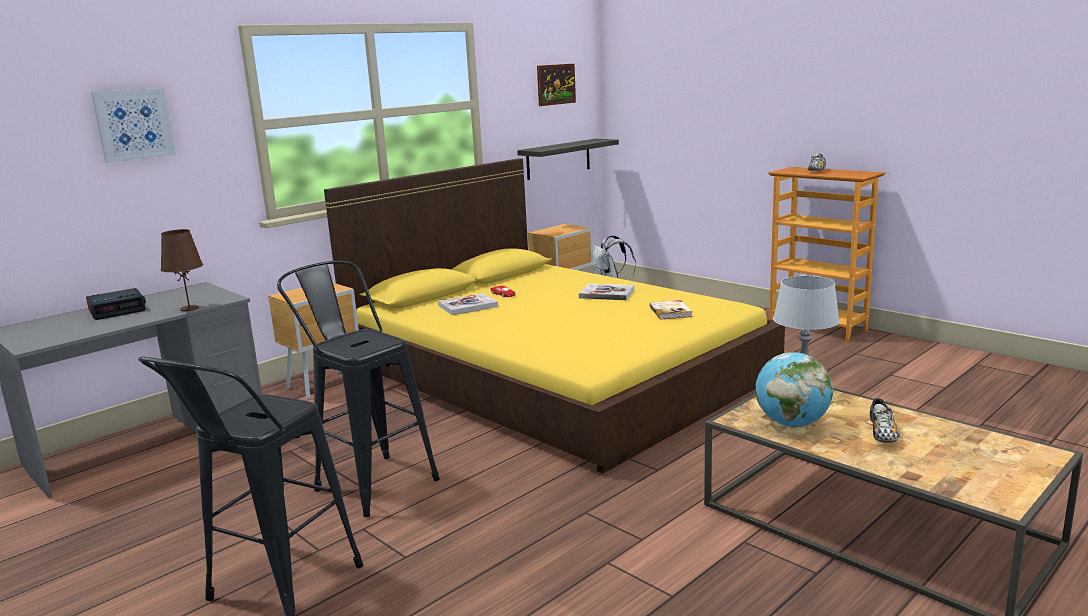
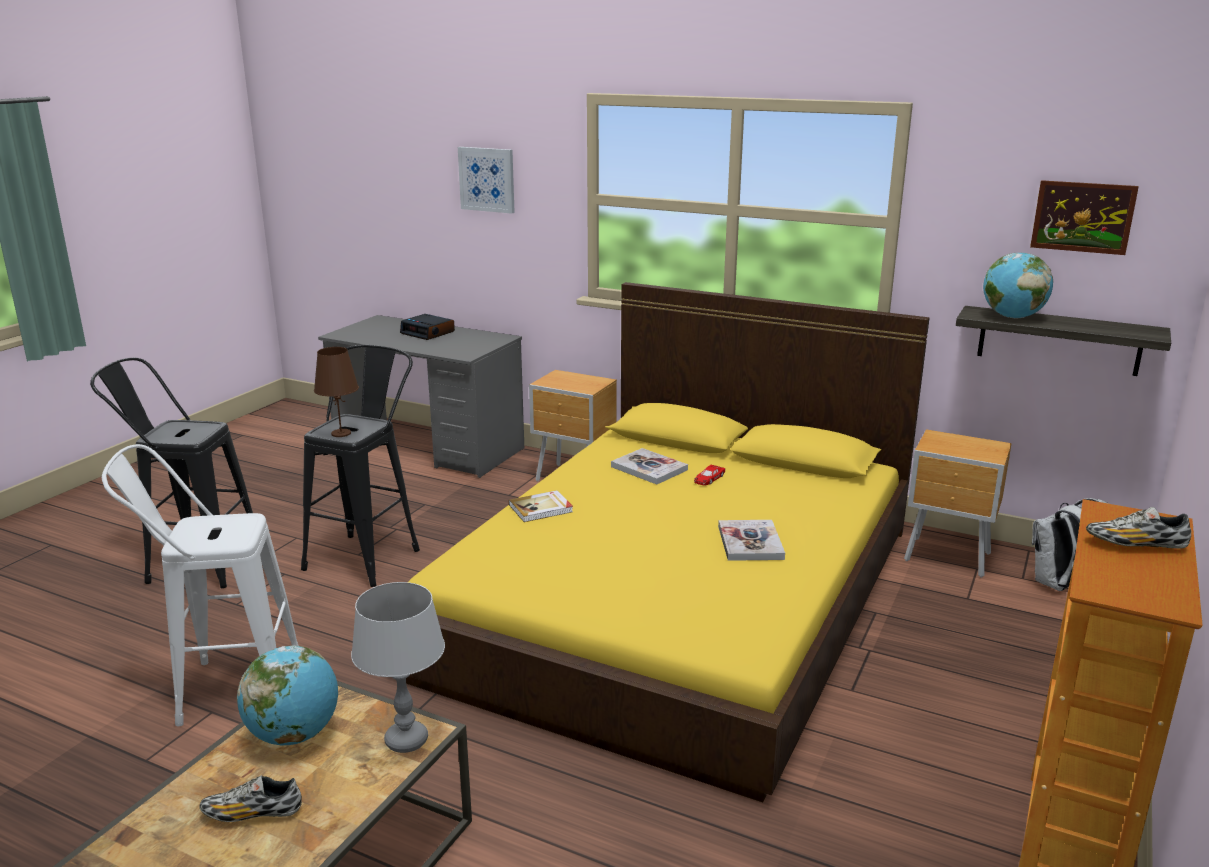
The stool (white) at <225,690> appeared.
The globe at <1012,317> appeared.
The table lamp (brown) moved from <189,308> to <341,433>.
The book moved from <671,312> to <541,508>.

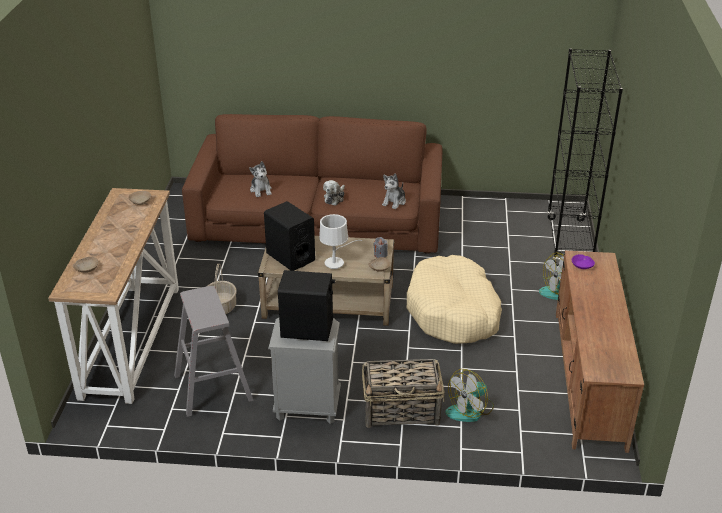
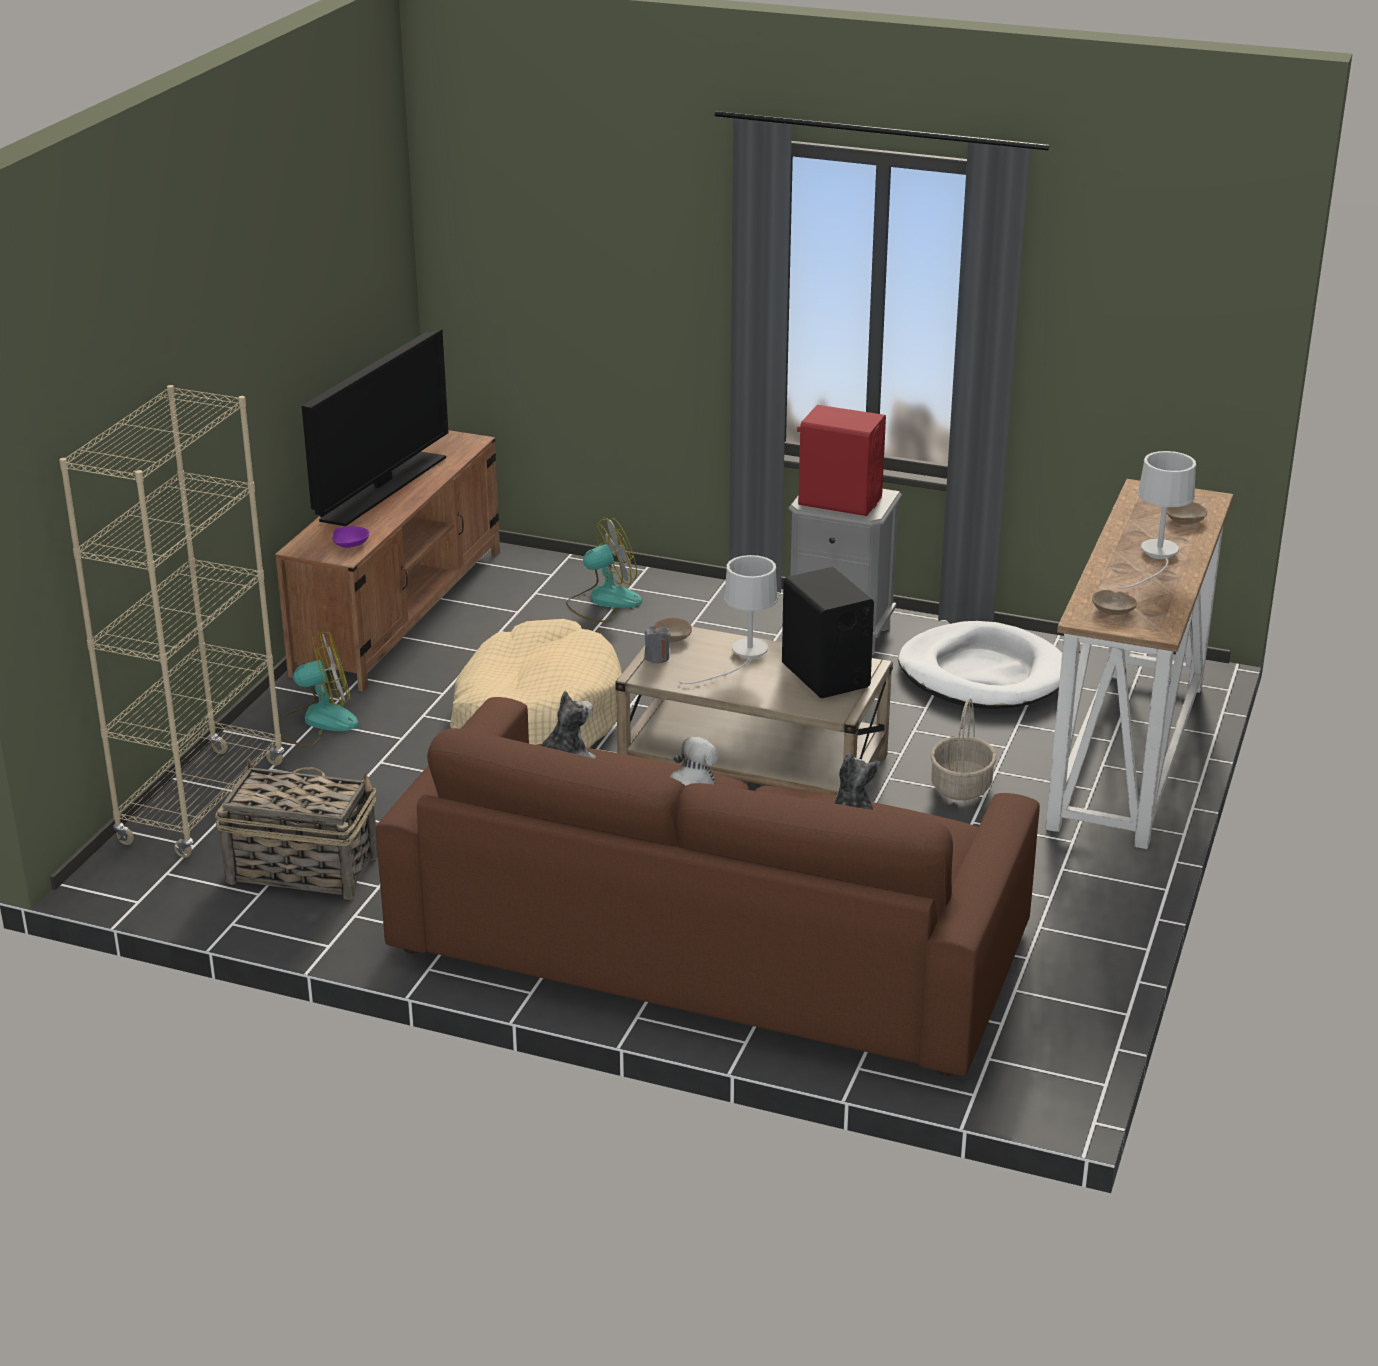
The television at <383,489> appeared.
The table lamp (white) at <1157,558> appeared.
The basket moved from <402,410> to <301,868>.
The stool (grey) at <213,388> was replaced by the dog bed (white) at <982,674>.
The speaker (black) at <307,329> became the speaker (red) at <839,501>.
The bookcase (black) at <569,242> became the bookcase (beige) at <202,803>.

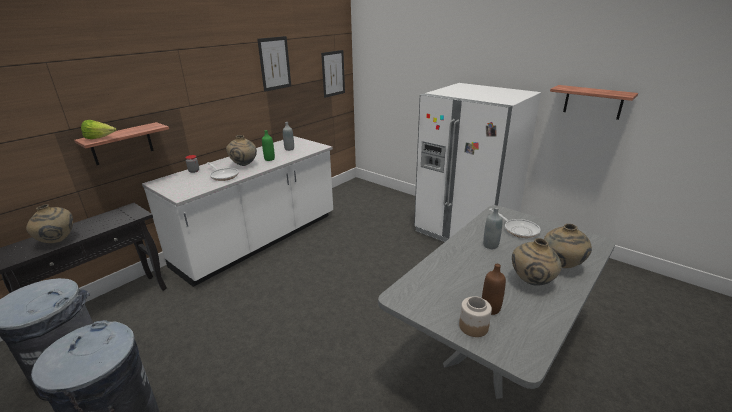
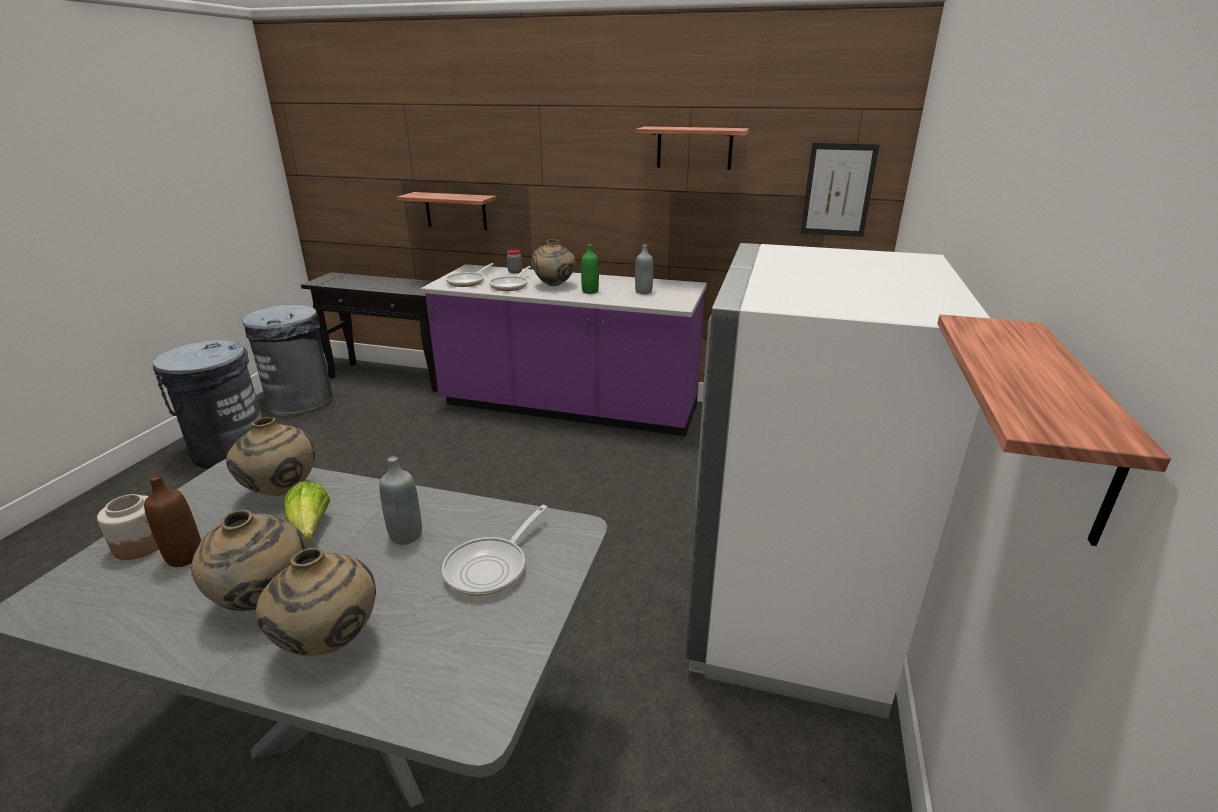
The frying pan at <468,282> appeared.
The vase (beige) moved from <58,242> to <282,493>.
The lettuce moved from <100,138> to <311,529>.
The picture at <274,63> was replaced by the shelf at <694,148>.
The counter (white) at <259,240> became the counter (purple) at <569,407>.

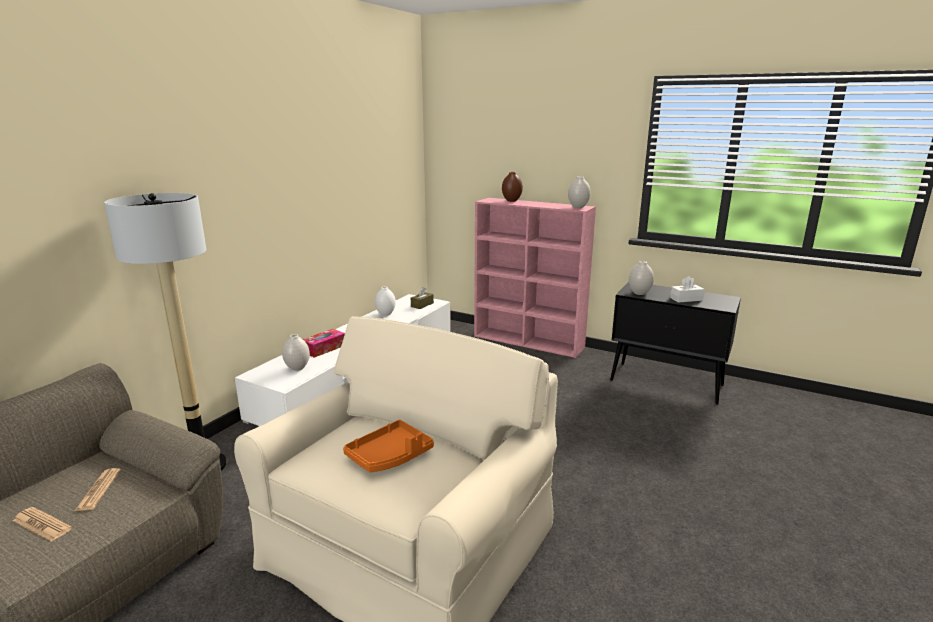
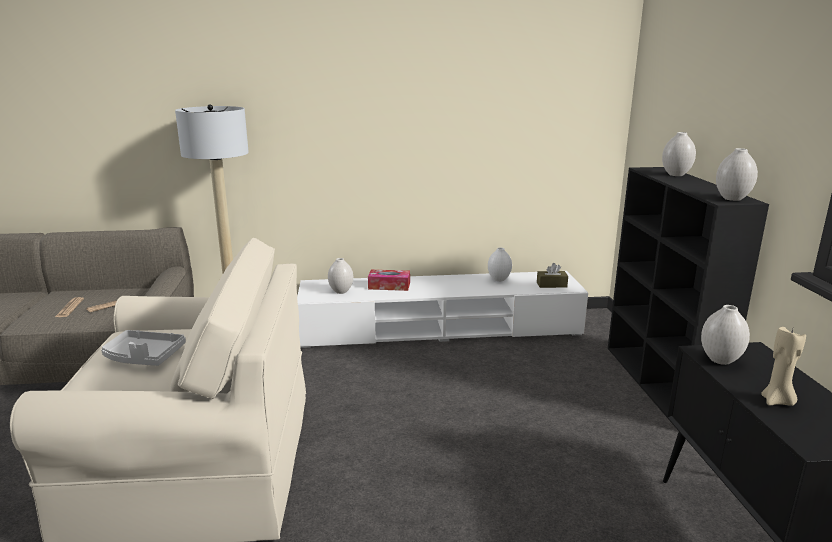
The tissue box (white) at <686,299> was replaced by the candle (beige) at <777,401>.
The tray (orange) at <390,456> became the tray (grey) at <143,357>.
The bookcase (pink) at <529,341> became the bookcase (black) at <660,385>.
The vase (brown) at <511,201> became the vase (white) at <675,175>.

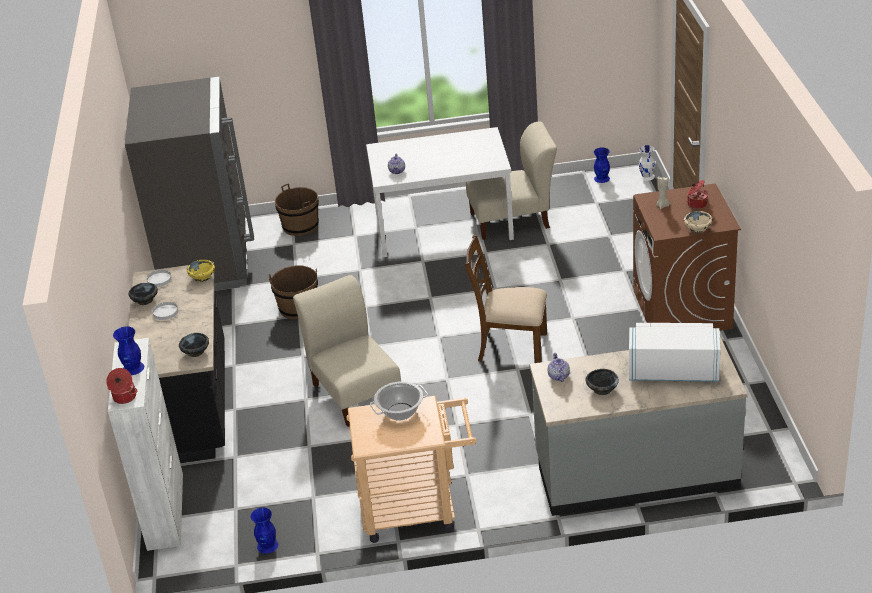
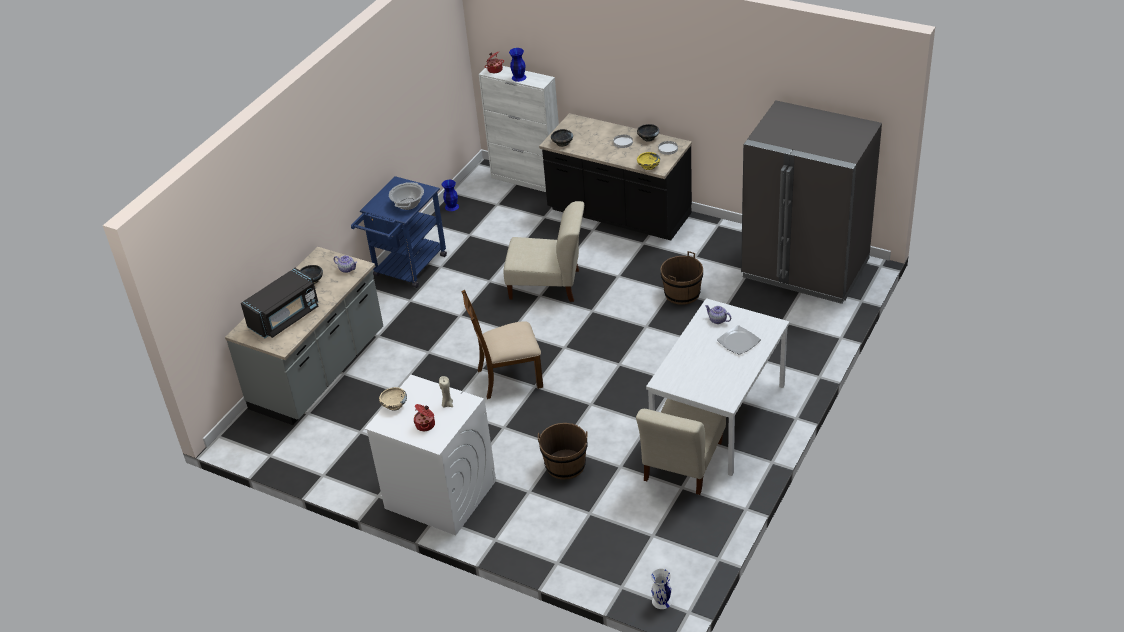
The vase (blue) at <602,178> disappeared.
The plate at <738,342> appeared.
The bucket (brown) moved from <300,226> to <565,465>.
The cart (beige) at <418,510> became the cart (blue) at <407,269>.
The microwave (white) at <673,371> became the microwave (black) at <285,317>.
The washing machine (brown) at <682,310> became the washing machine (white) at <440,494>.
The chair (brown) at <511,346> turned 150 degrees counterclockwise.

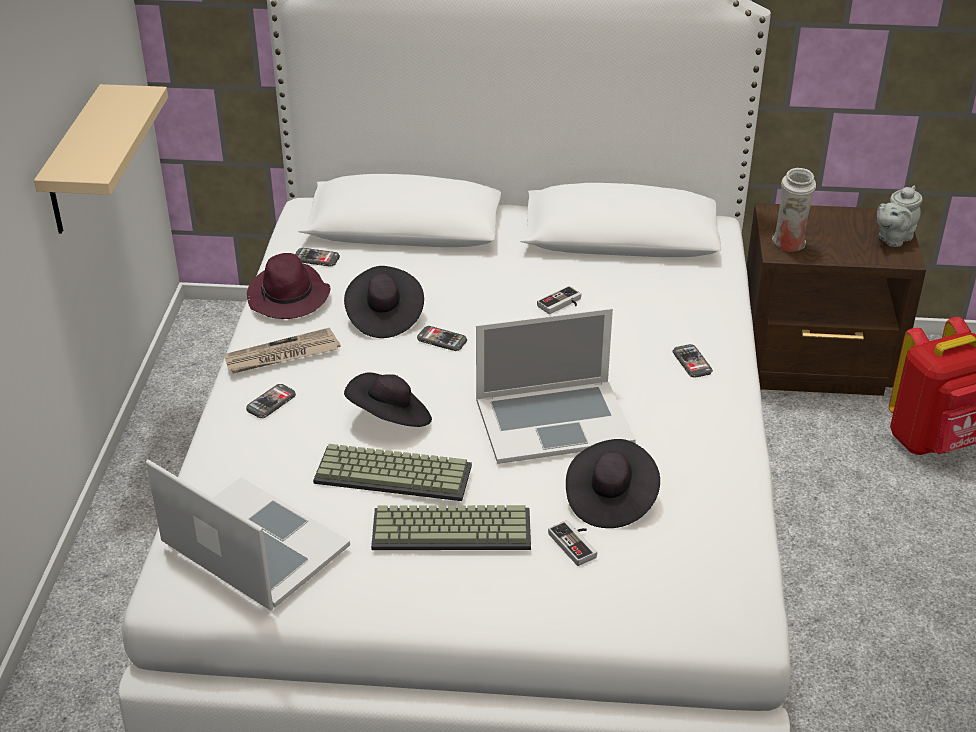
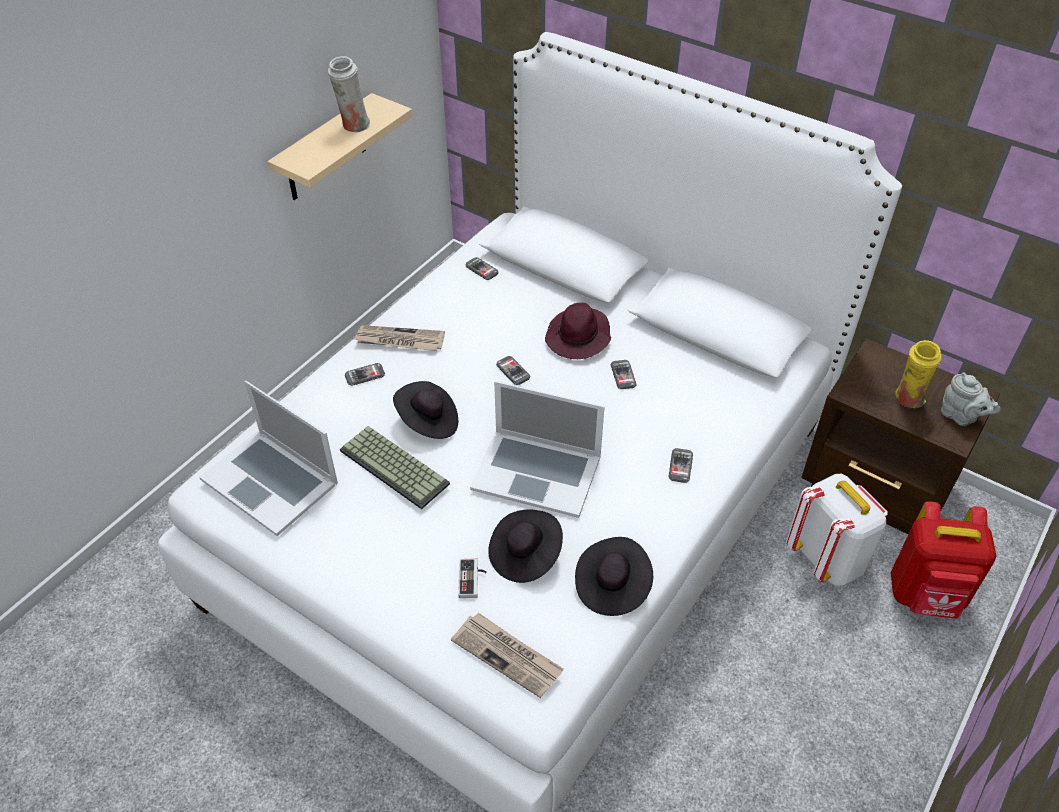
The keyboard at <453,528> disappeared.
The newspaper at <508,655> appeared.
The backpack (white) at <827,559> appeared.
The vase (yellow) at <908,400> appeared.
The hat (purple) moved from <289,298> to <578,338>.
The hat (black) moved from <384,317> to <612,586>.
The vase (white) moved from <789,245> to <354,126>.
The game controller at <562,304> was replaced by the phone at <623,375>.
The laptop at <253,544> turned 150 degrees clockwise.
The teapot (grey) at <893,239> turned 120 degrees counterclockwise.

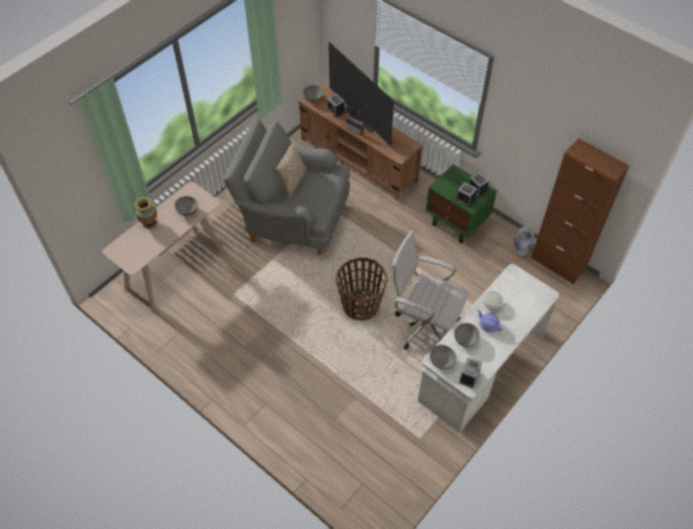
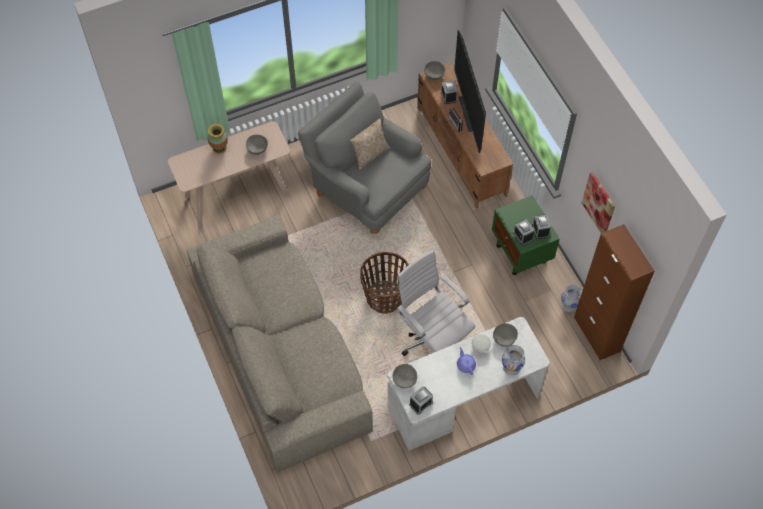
The sofa (beige) at <282,351> appeared.
The vase (white) at <511,367> appeared.
The picture at <599,203> appeared.
The bowl (grey) moved from <465,339> to <504,338>.

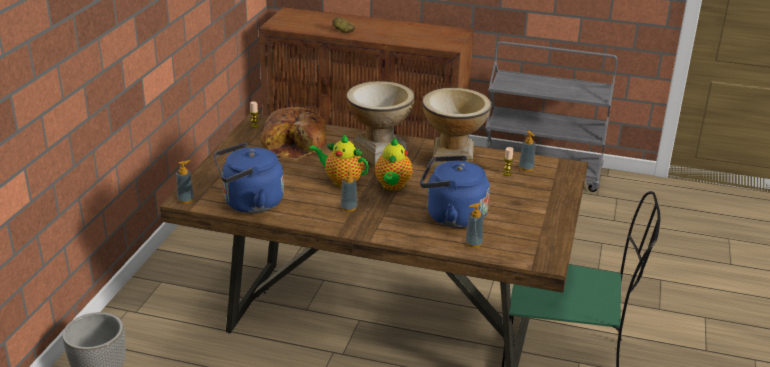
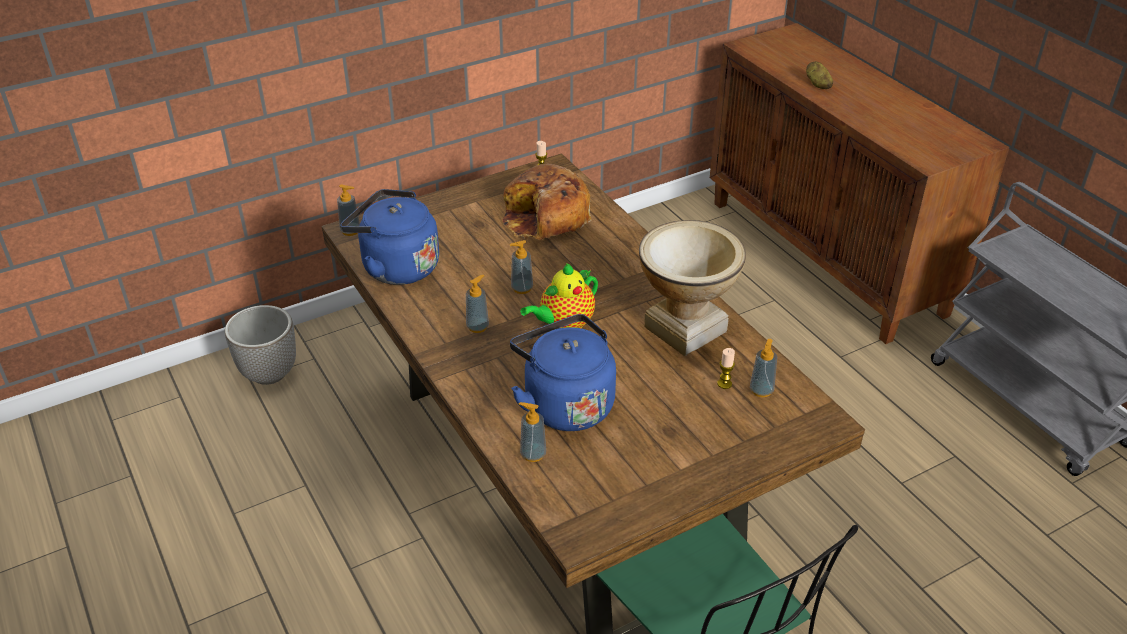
The vase at <379,153> disappeared.
The teapot at <341,181> was replaced by the soap dispenser at <522,288>.

